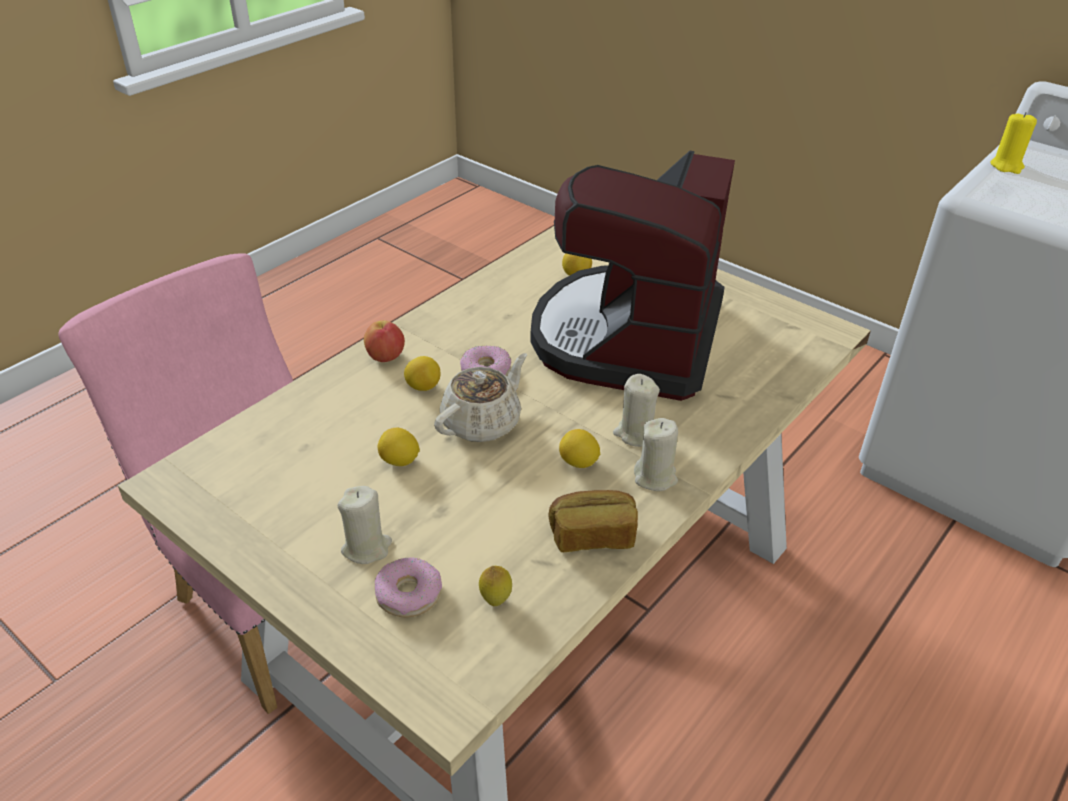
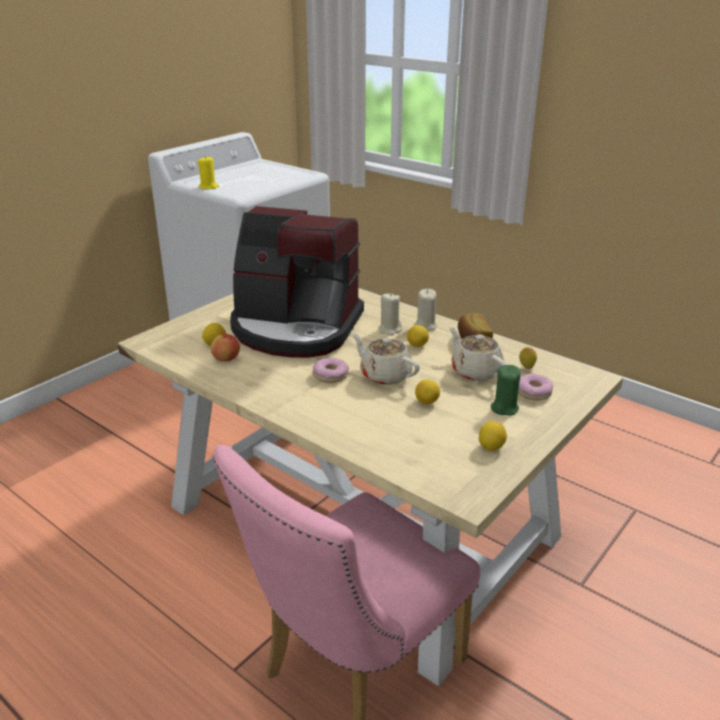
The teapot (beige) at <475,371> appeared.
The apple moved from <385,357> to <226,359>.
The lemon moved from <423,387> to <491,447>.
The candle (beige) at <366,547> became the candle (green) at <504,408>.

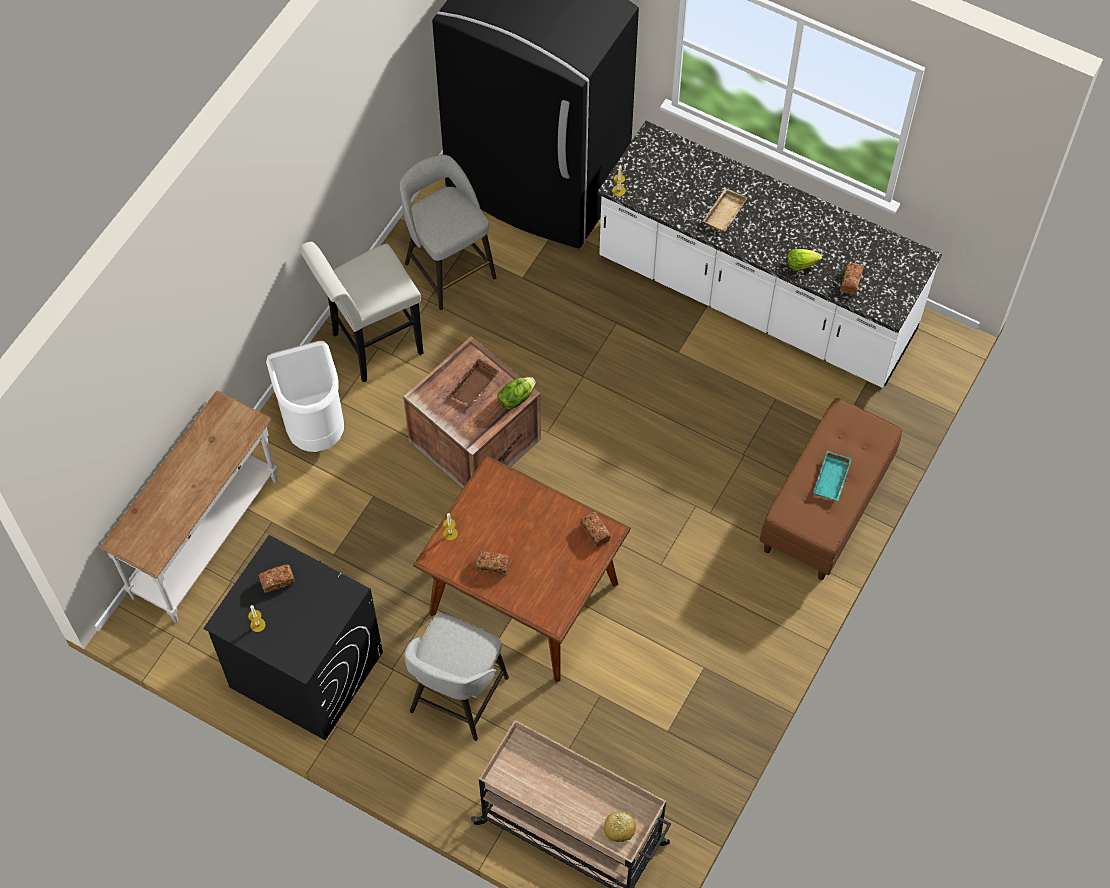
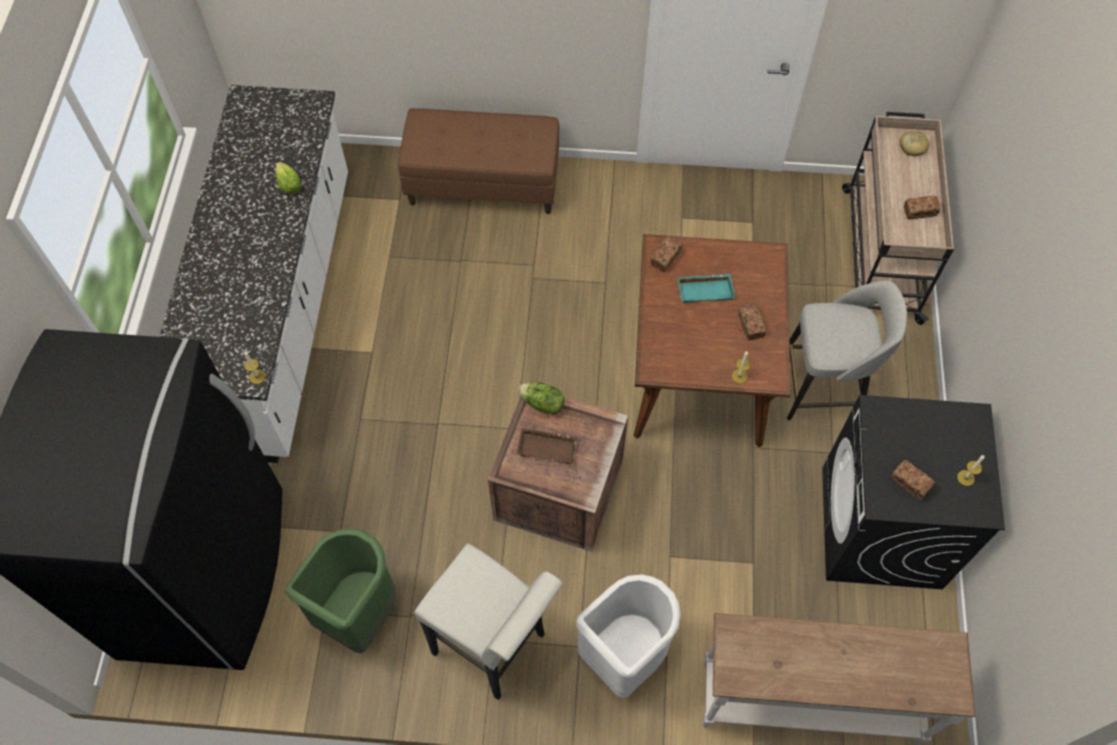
The tray (beige) at <723,212> disappeared.
The tray (turquoise) moved from <833,479> to <705,290>.
The bread moved from <851,282> to <919,212>.
The stool (grey) at <448,268> was replaced by the trash can (green) at <358,614>.

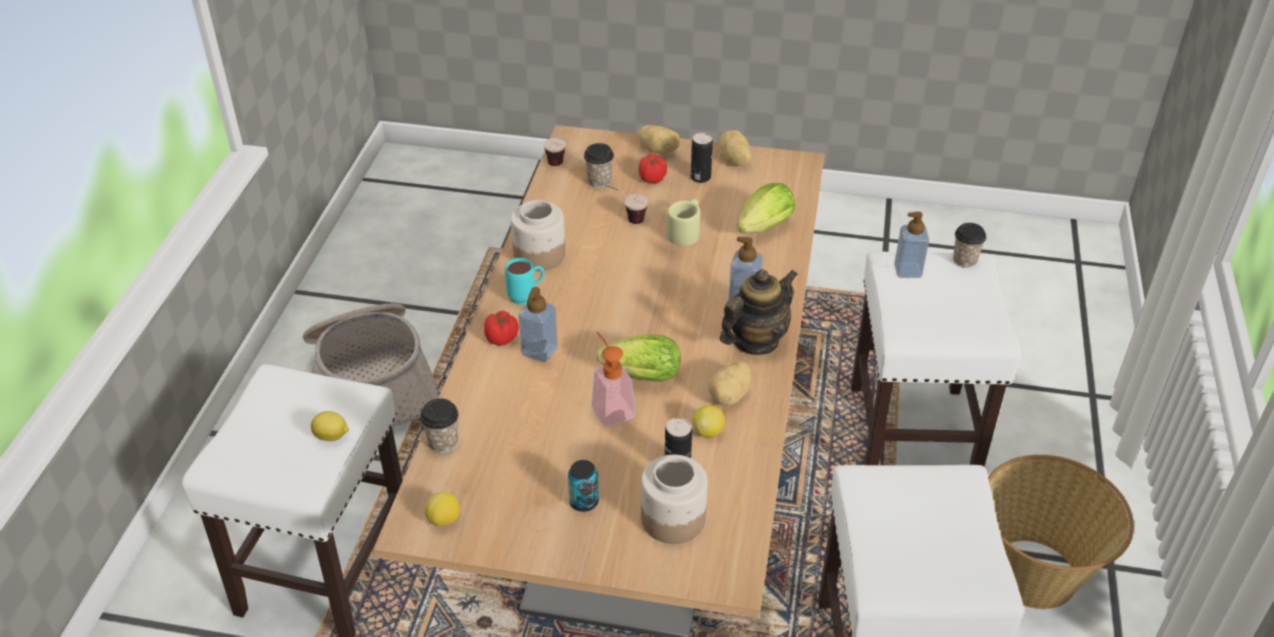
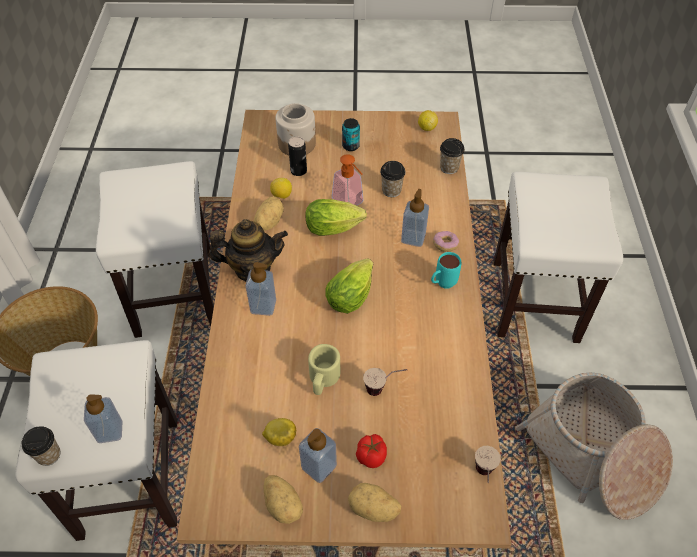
The jar at <538,255> disappeared.
The lemon moved from <332,436> to <280,437>.
The cup moved from <599,181> to <391,190>.
The lettuce moved from <762,229> to <352,294>.
The tomato at <502,338> was replaced by the donut at <445,245>.
The can at <700,177> was replaced by the soap dispenser at <319,466>.
The teapot at <755,341> turned 135 degrees counterclockwise.

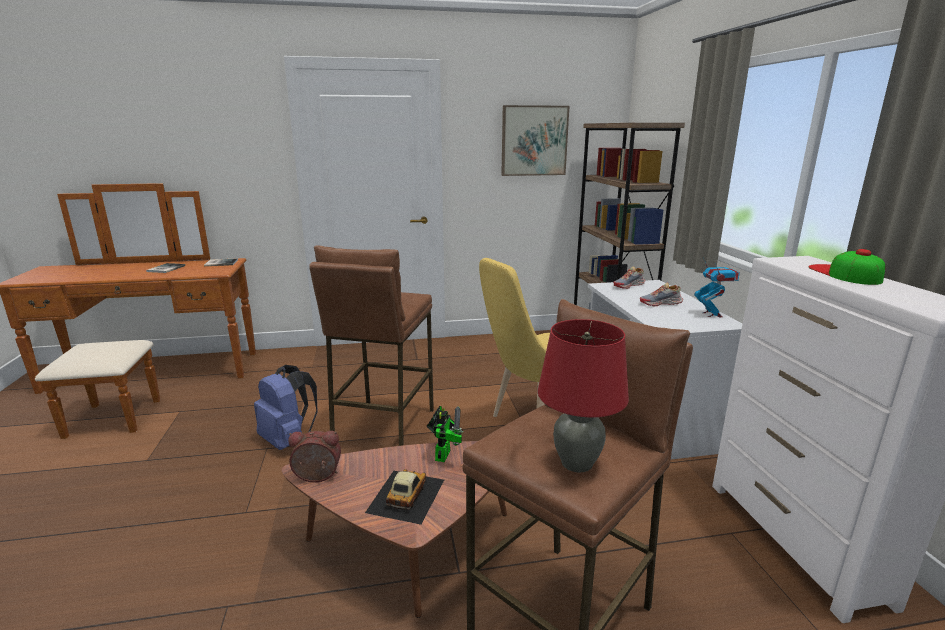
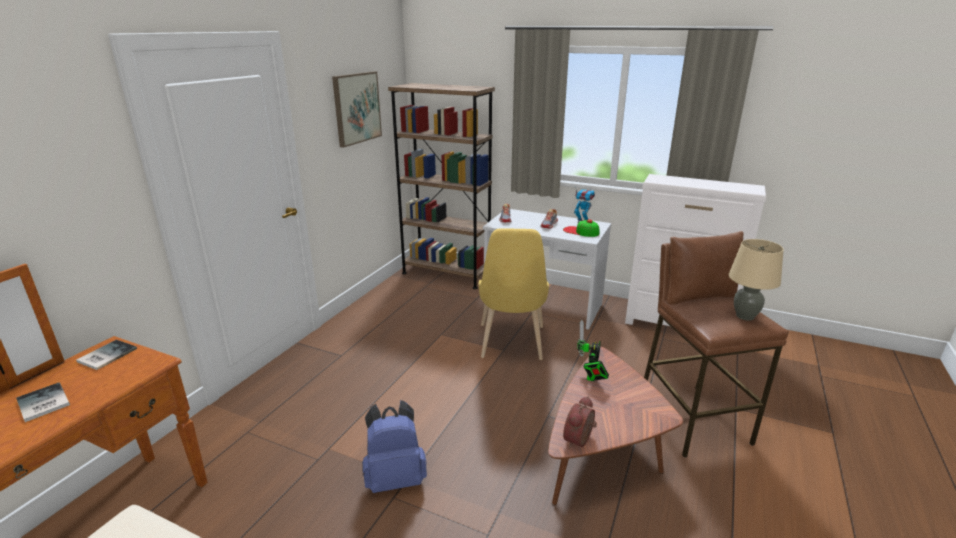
The stool (brown) at <383,428> disappeared.
The toy car at <405,495> disappeared.
The cap moved from <844,274> to <581,231>.
The table lamp (red) at <577,463> became the table lamp (beige) at <745,316>.
The toy robot at <443,453> turned 120 degrees counterclockwise.

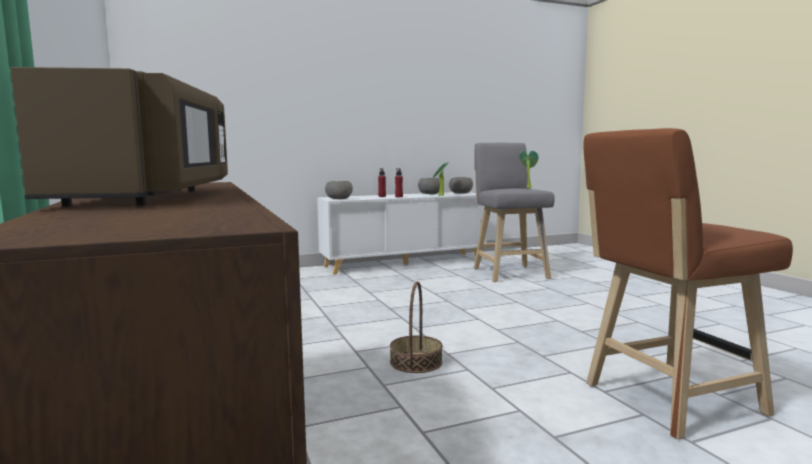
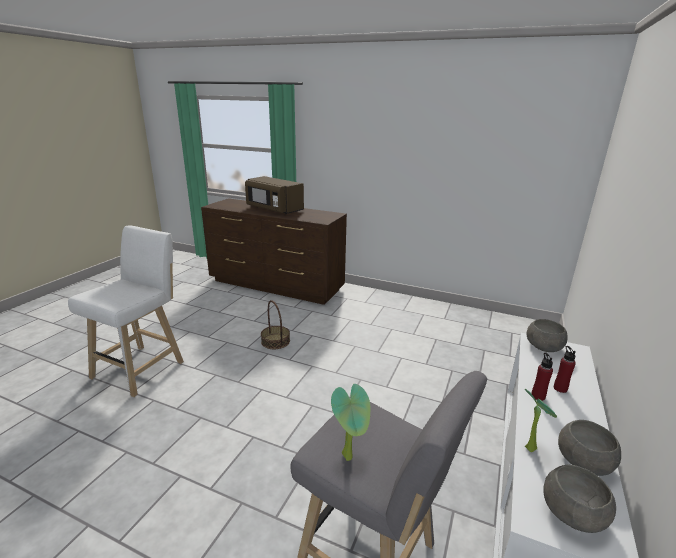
The stool (brown) at <666,400> became the stool (white) at <142,367>.

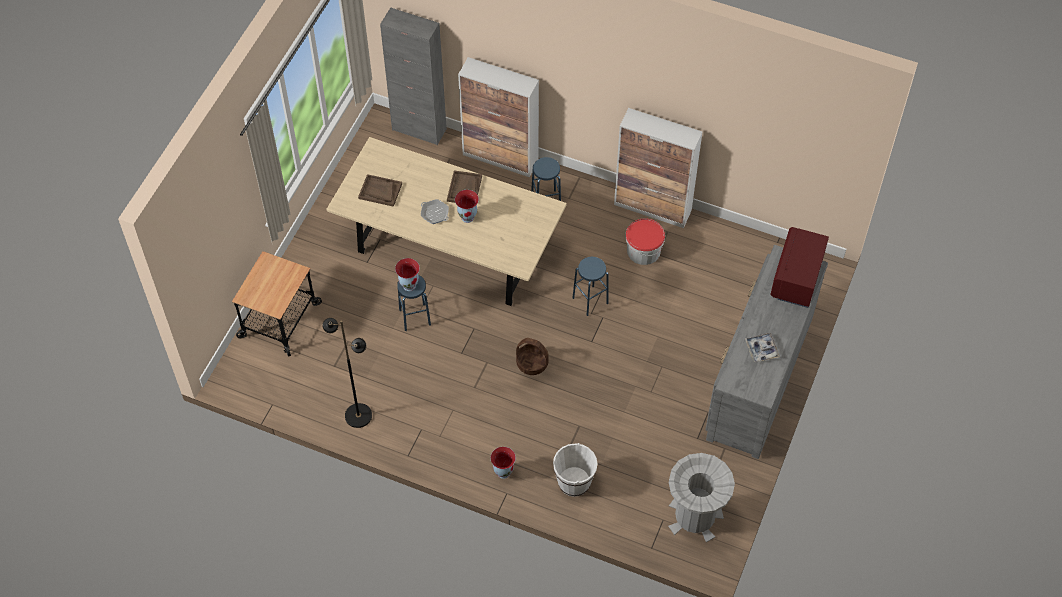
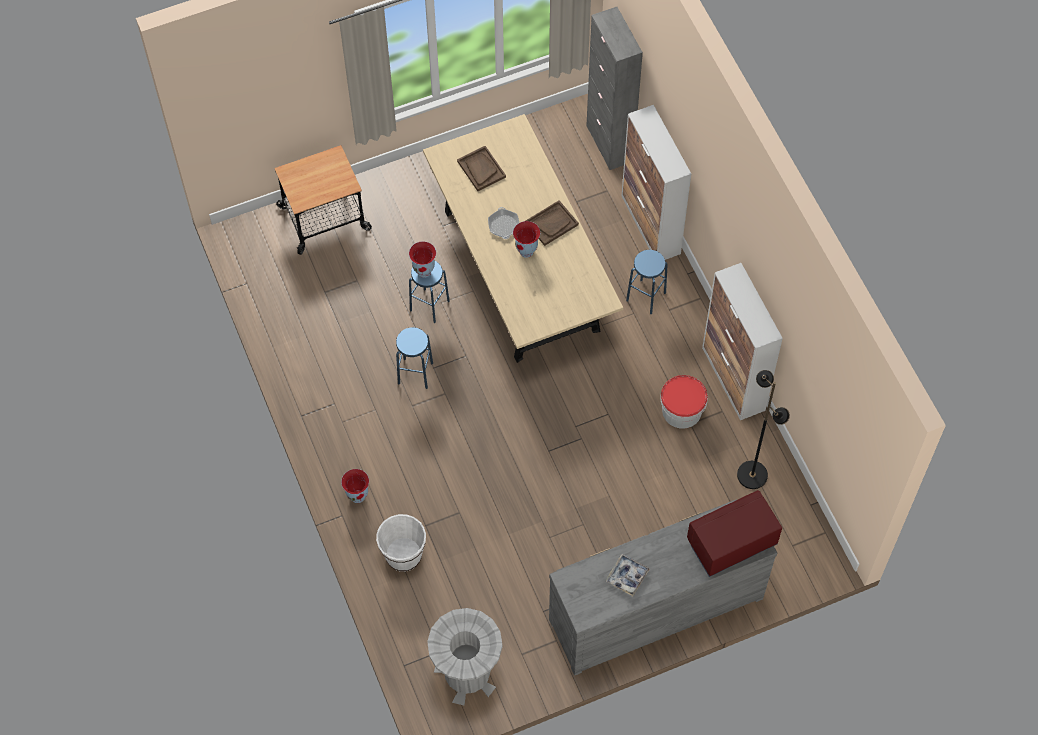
The basket at <532,363> disappeared.
The floor lamp (black) moved from <358,415> to <752,474>.
The stool (blue) moved from <590,300> to <415,373>.

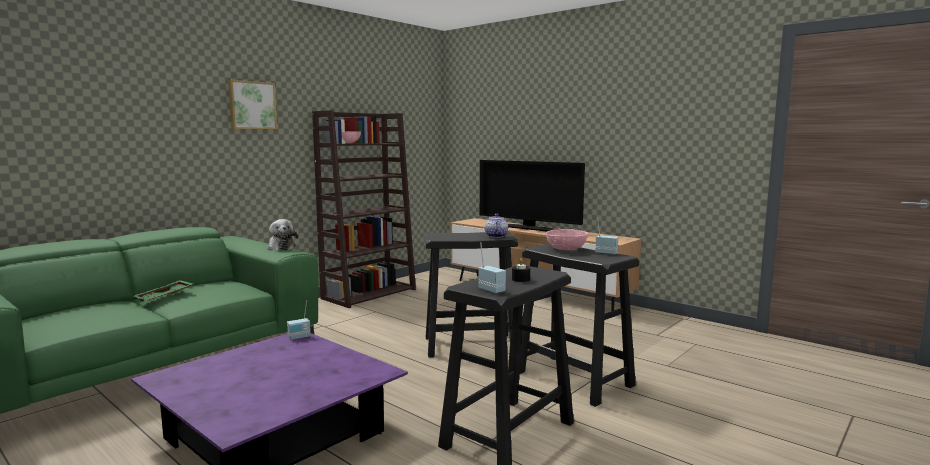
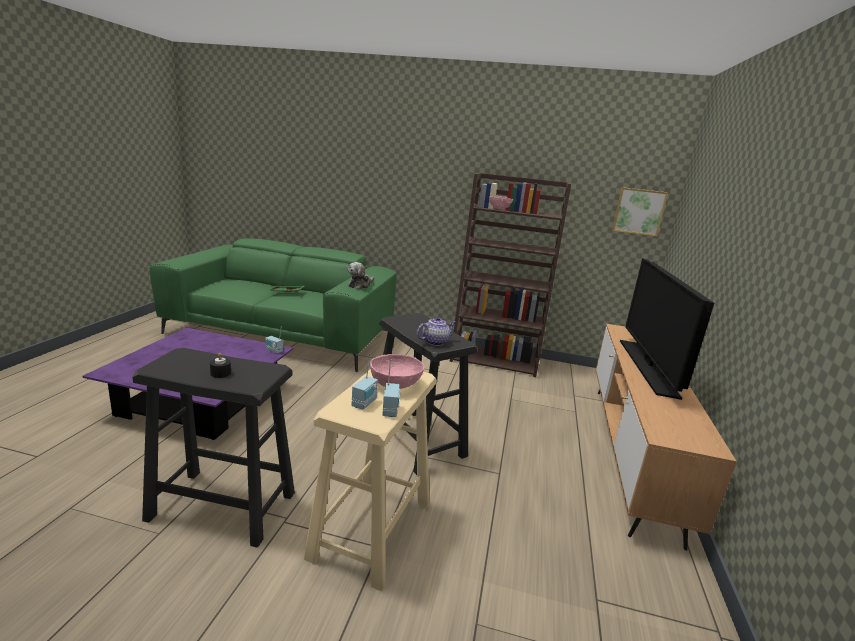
The picture moved from <252,105> to <638,211>.
The radio moved from <492,290> to <365,403>.
The stool (black) at <573,379> became the stool (beige) at <372,529>.

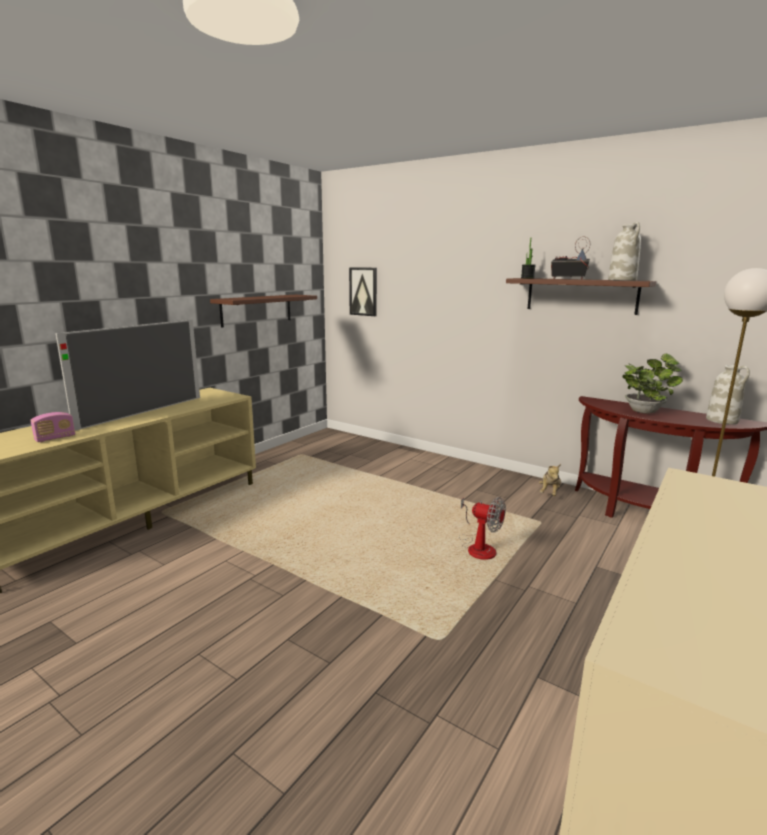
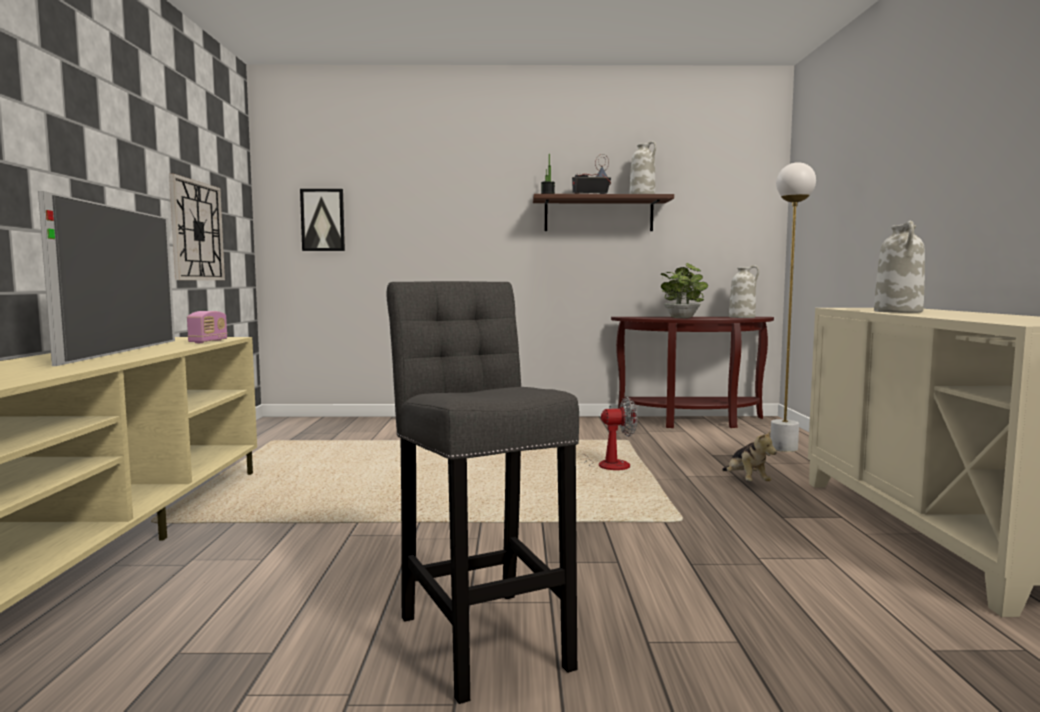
The stool (grey) at <482,635> appeared.
The vase (white) at <898,311> appeared.
The radio moved from <55,438> to <208,341>.
The plush toy moved from <549,492> to <746,481>.
The shelf (brown) at <257,310> was replaced by the wall clock at <196,231>.

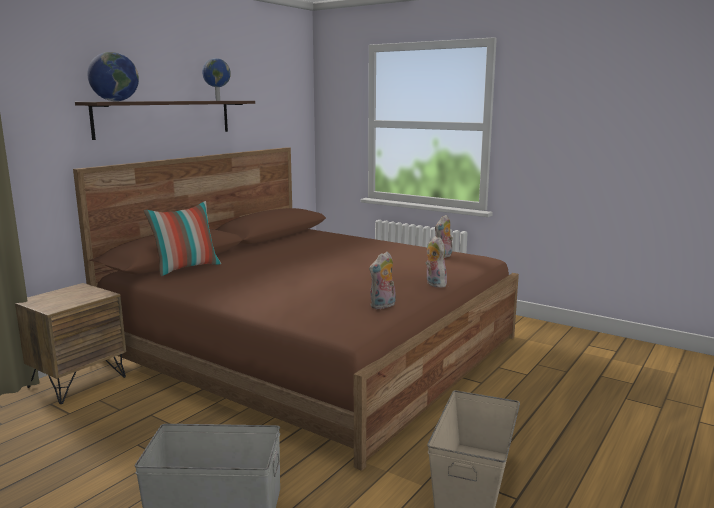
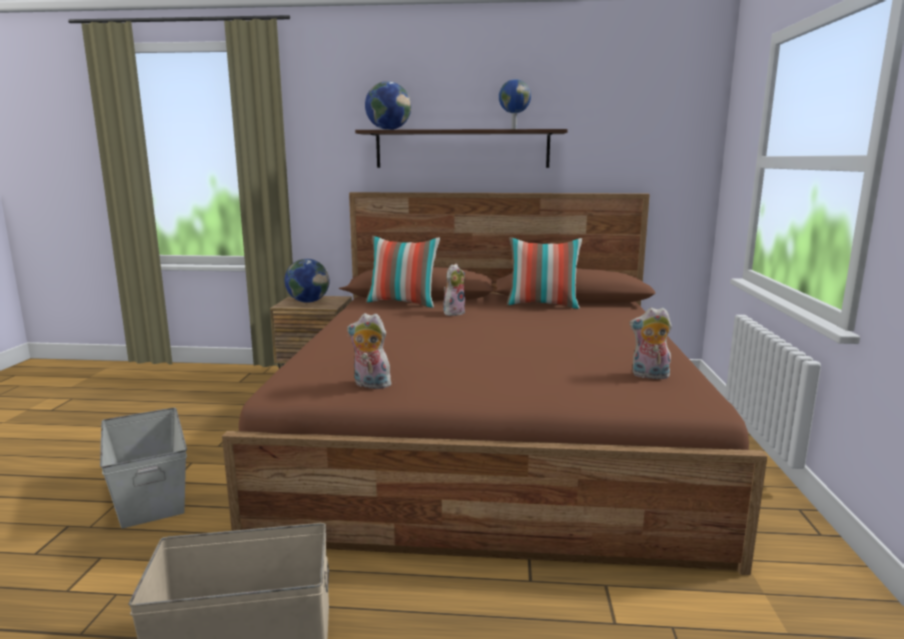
The globe at <308,301> appeared.
The pillow at <543,305> appeared.
The plush toy moved from <434,284> to <453,312>.

